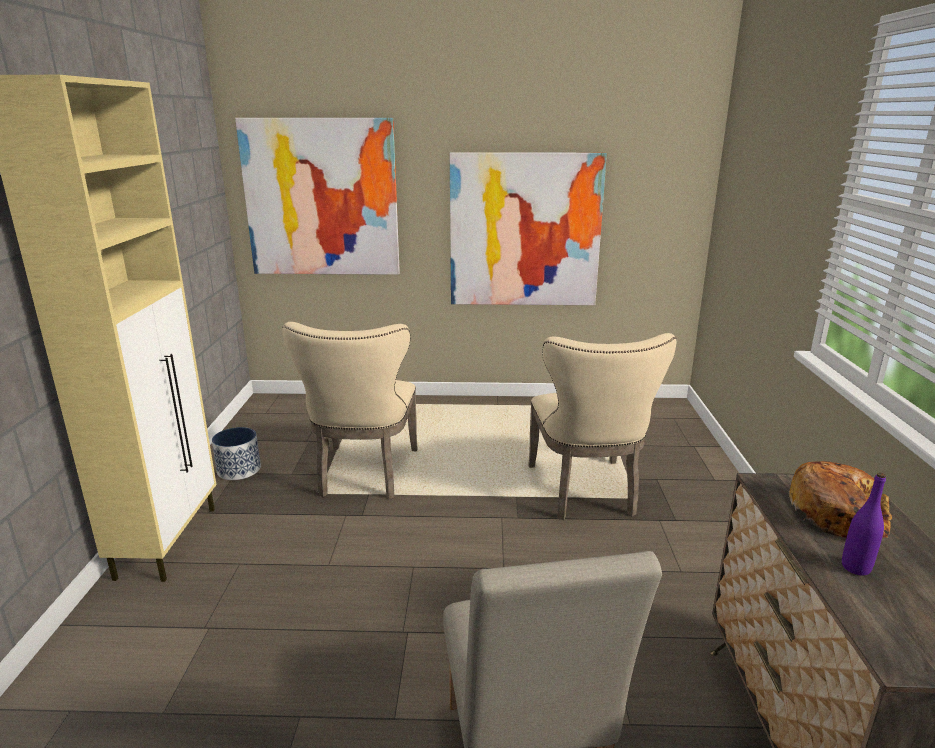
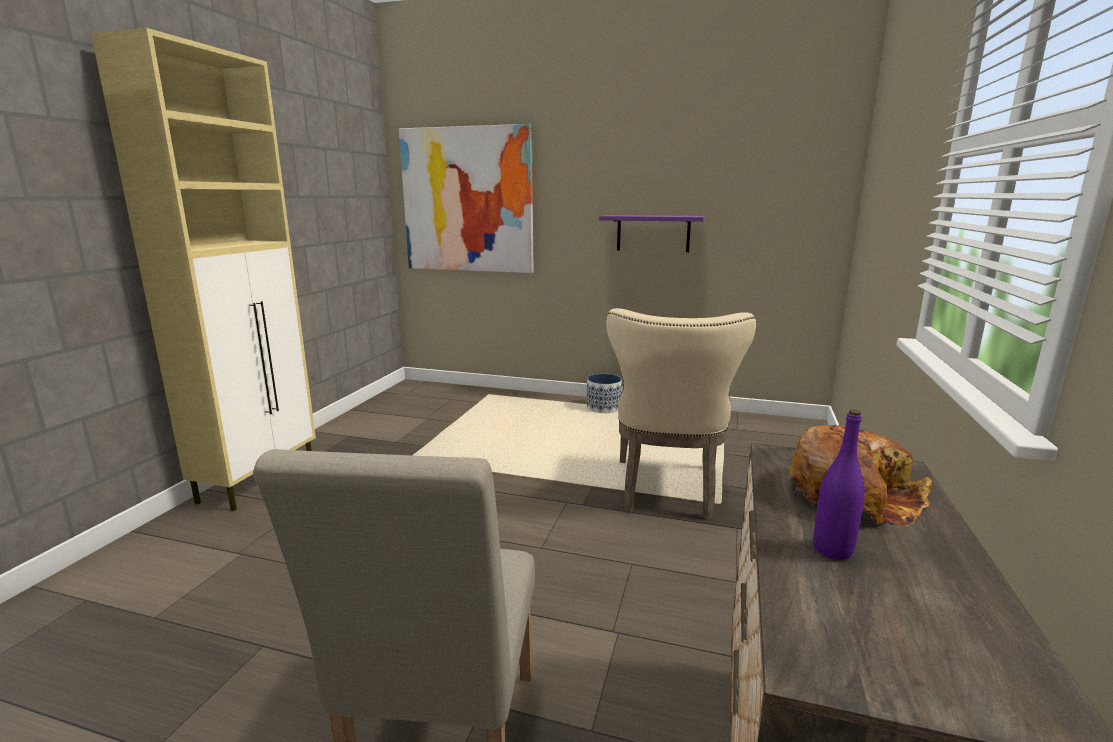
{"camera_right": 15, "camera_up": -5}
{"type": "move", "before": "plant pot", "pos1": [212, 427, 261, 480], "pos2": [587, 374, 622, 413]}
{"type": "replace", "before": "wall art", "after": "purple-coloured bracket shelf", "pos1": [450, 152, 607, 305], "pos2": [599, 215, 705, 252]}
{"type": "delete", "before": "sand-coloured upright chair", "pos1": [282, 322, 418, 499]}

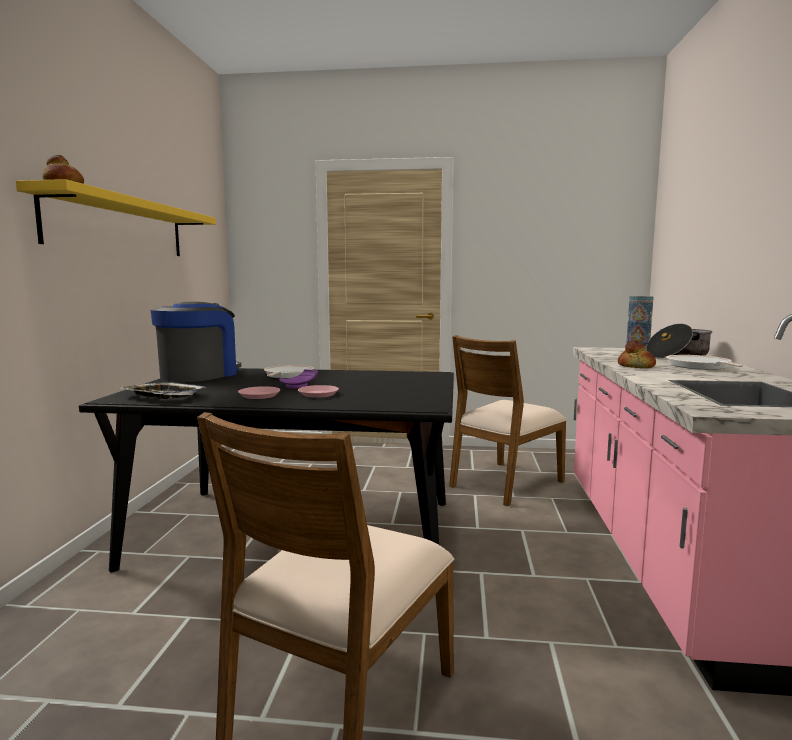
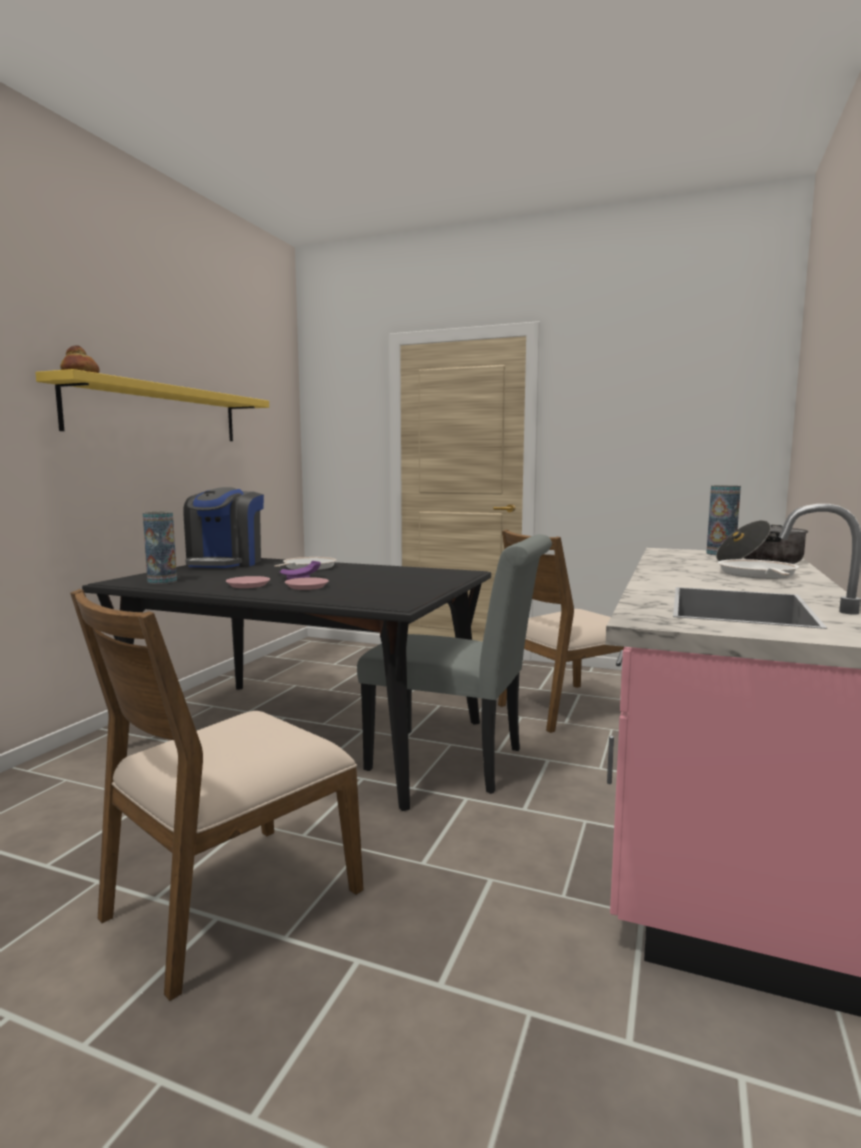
{"camera_right": 15, "camera_up": 0}
{"type": "replace", "before": "carrying tray", "after": "flower vase", "pos1": [121, 382, 206, 399], "pos2": [143, 511, 177, 584]}
{"type": "rotate", "before": "coffee maker", "pos1": [151, 302, 241, 382], "pos2": [183, 487, 264, 568], "turn": 150}
{"type": "insert", "after": "gray upright chair", "pos2": [357, 534, 552, 794]}
{"type": "delete", "before": "bakery bread", "pos1": [618, 340, 656, 368]}

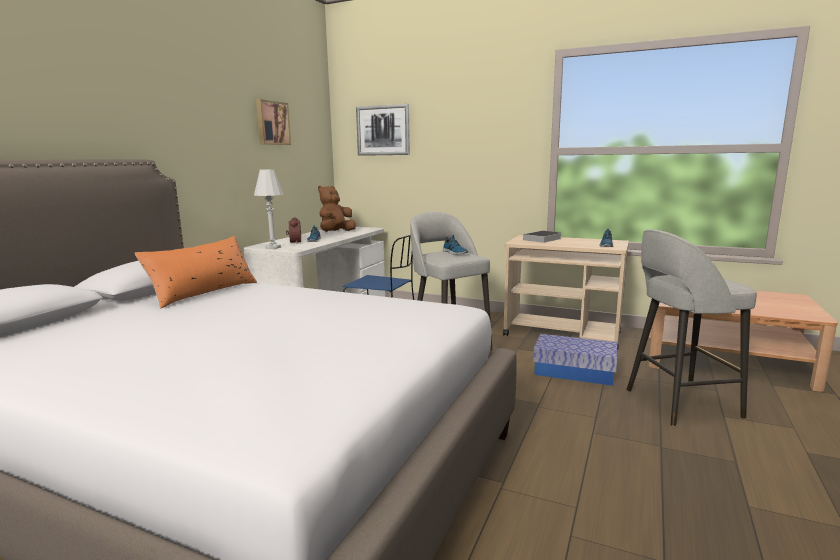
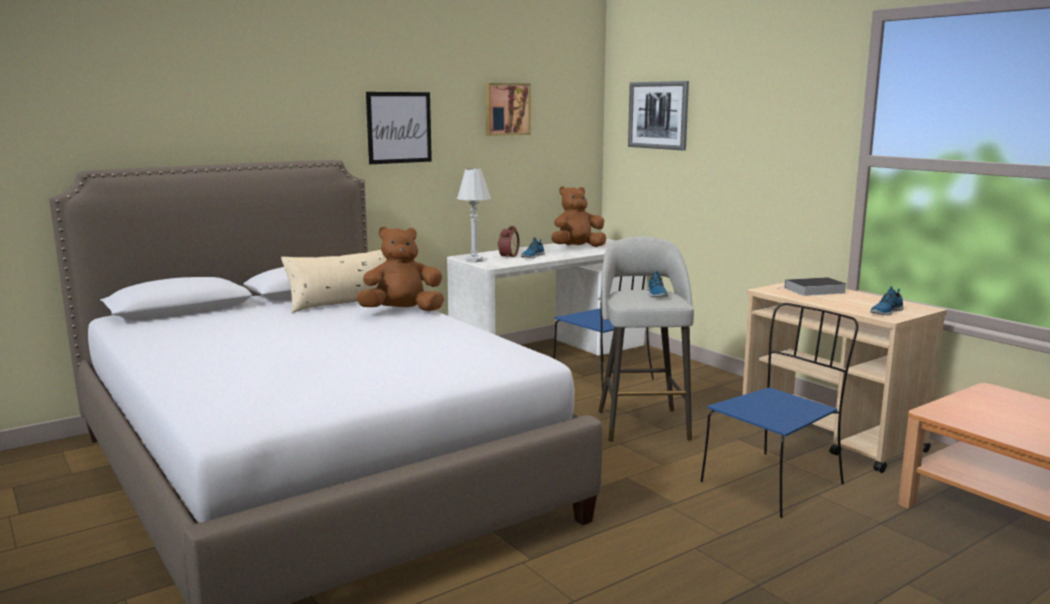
{"camera_right": 30, "camera_up": 0}
{"type": "recolor", "before": "orange-coloured pillow", "after": "sand-coloured pillow", "pos1": [135, 236, 257, 309], "pos2": [281, 250, 387, 313]}
{"type": "insert", "after": "brown-coloured soft toy", "pos2": [356, 226, 444, 311]}
{"type": "insert", "after": "wall art", "pos2": [366, 92, 432, 164]}
{"type": "replace", "before": "storage container", "after": "bluish upright chair", "pos1": [533, 334, 618, 386], "pos2": [700, 303, 858, 518]}
{"type": "delete", "before": "gray stool seat", "pos1": [626, 229, 757, 426]}

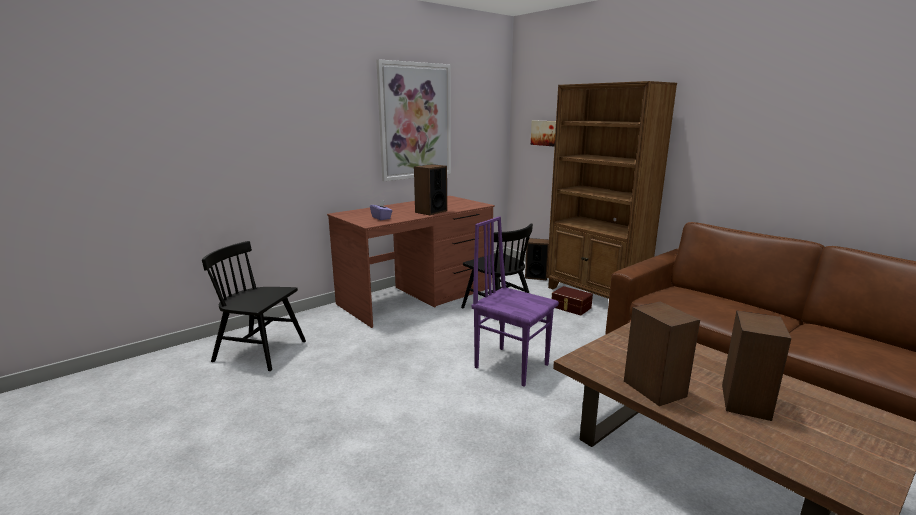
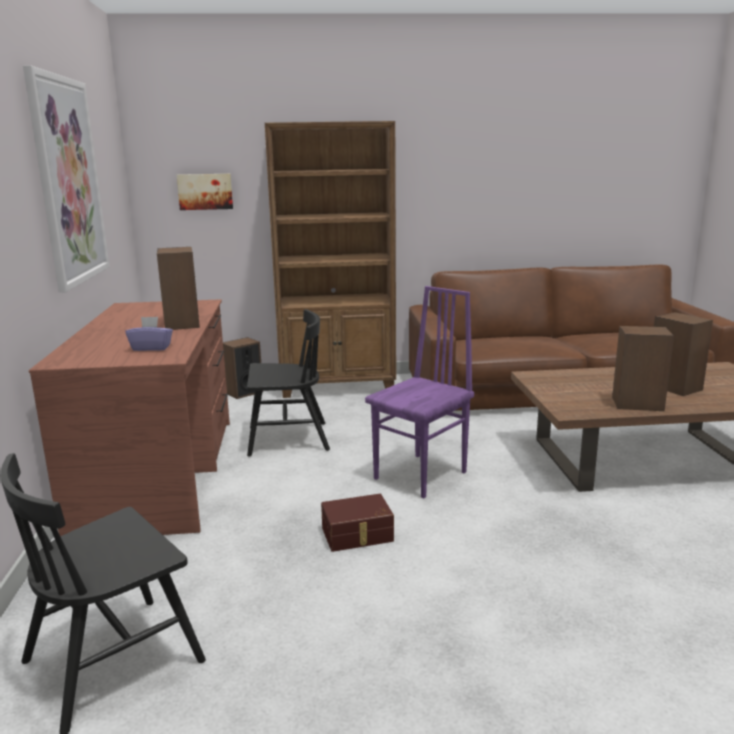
{"camera_right": -55, "camera_up": 0}
{"type": "move", "before": "brown-coloured storage container", "pos1": [552, 286, 593, 316], "pos2": [321, 494, 394, 552]}
{"type": "rotate", "before": "purple-coloured upright chair", "pos1": [472, 216, 559, 386], "pos2": [365, 286, 474, 499], "turn": 150}

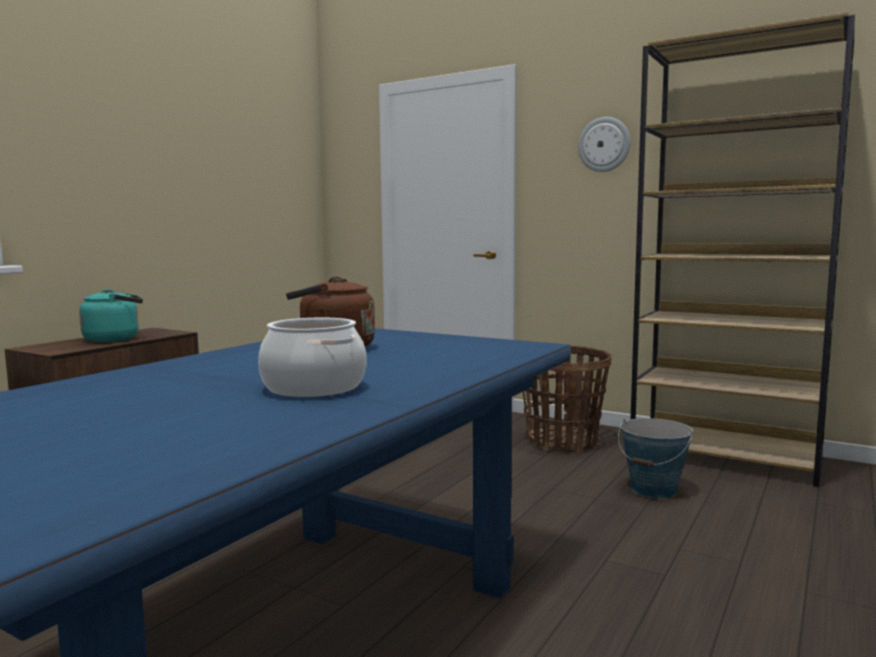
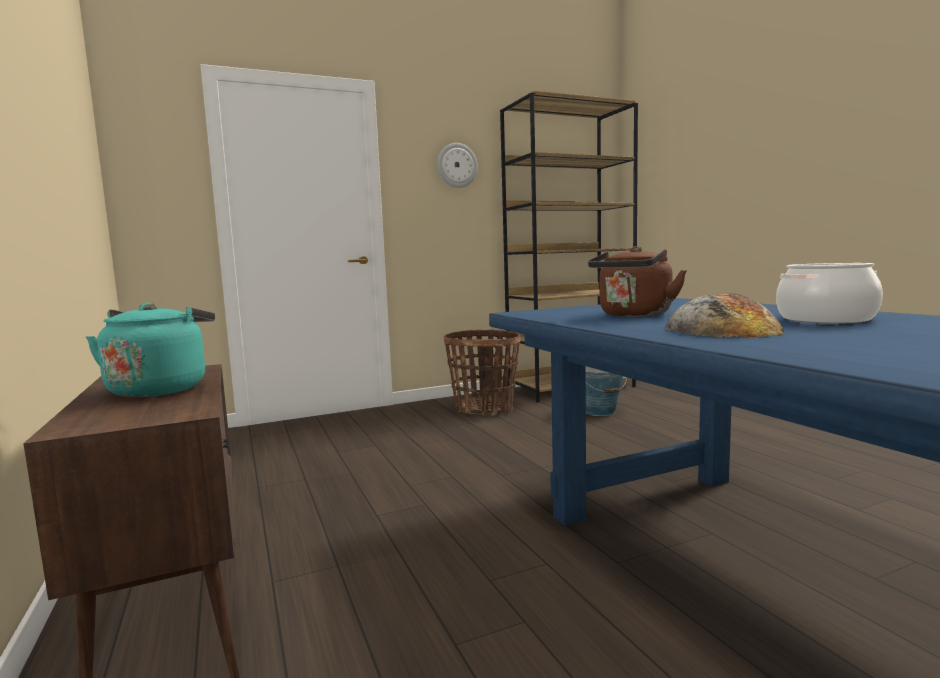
{"camera_right": -55, "camera_up": 0}
{"type": "insert", "after": "bakery bread", "pos2": [665, 293, 784, 338]}

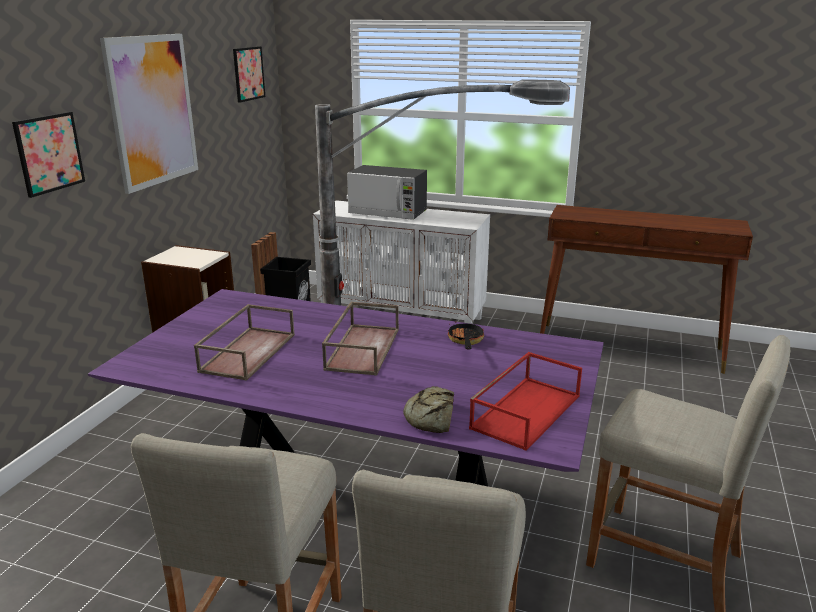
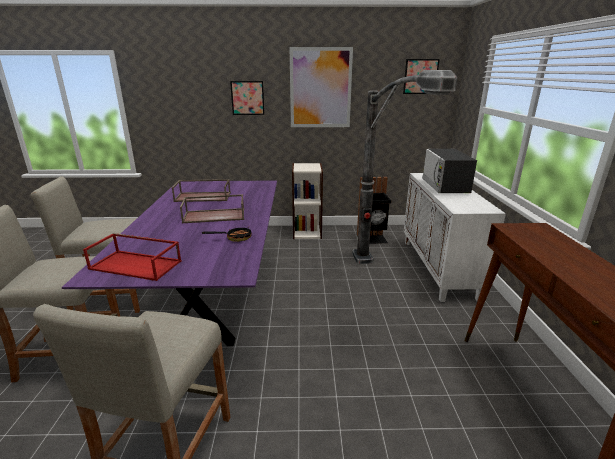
{"camera_right": 70, "camera_up": 0}
{"type": "delete", "before": "bakery bread", "pos1": [403, 386, 454, 433]}

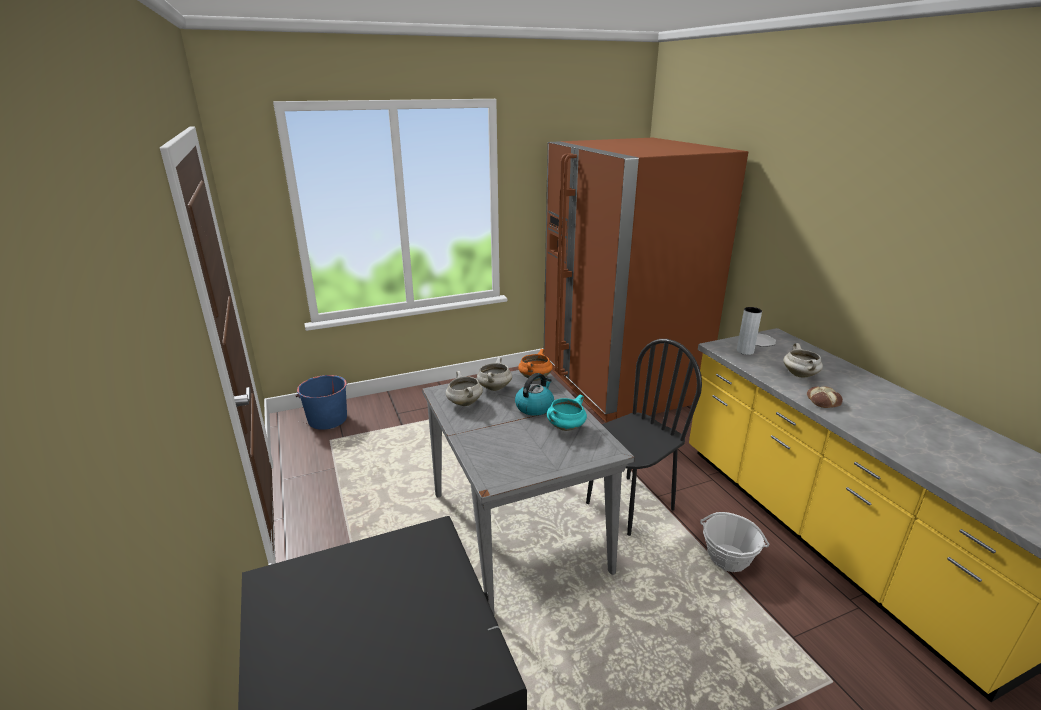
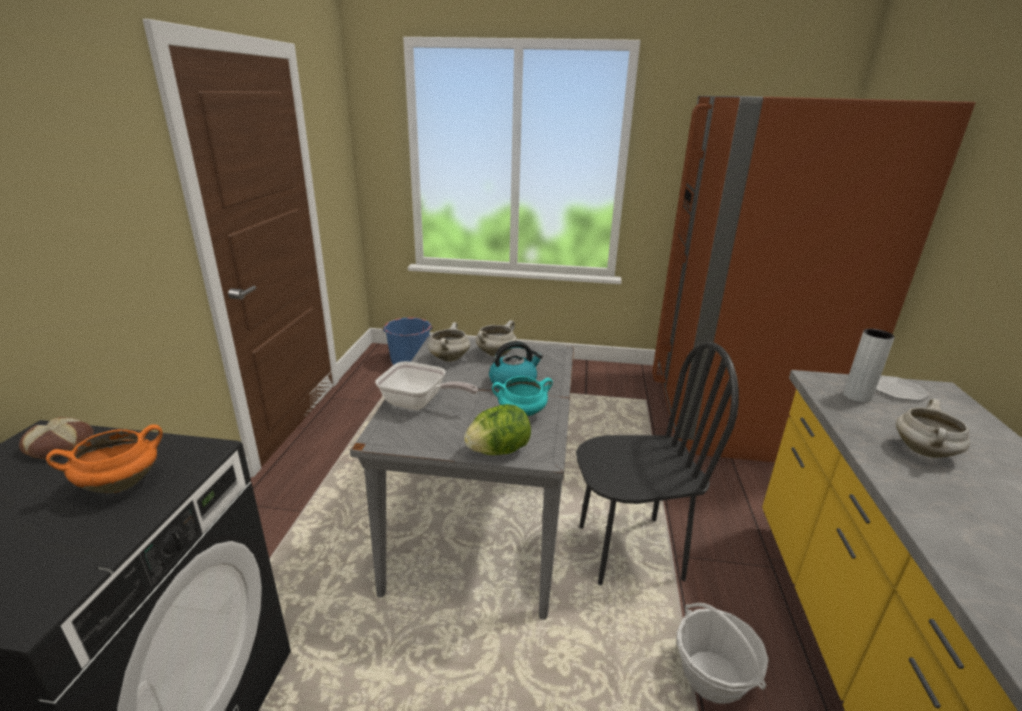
{"camera_right": 30, "camera_up": 0}
{"type": "move", "before": "bakery bread", "pos1": [807, 386, 843, 408], "pos2": [19, 417, 94, 459]}
{"type": "move", "before": "orange-coloured saucepot", "pos1": [518, 349, 553, 381], "pos2": [46, 424, 163, 493]}
{"type": "insert", "after": "frying pan", "pos2": [375, 361, 478, 410]}
{"type": "insert", "after": "lettuce head", "pos2": [464, 404, 531, 455]}

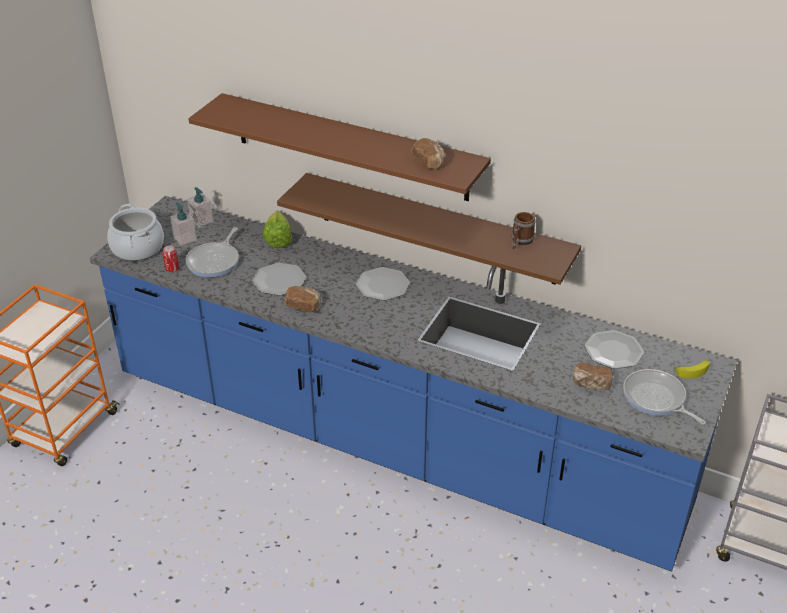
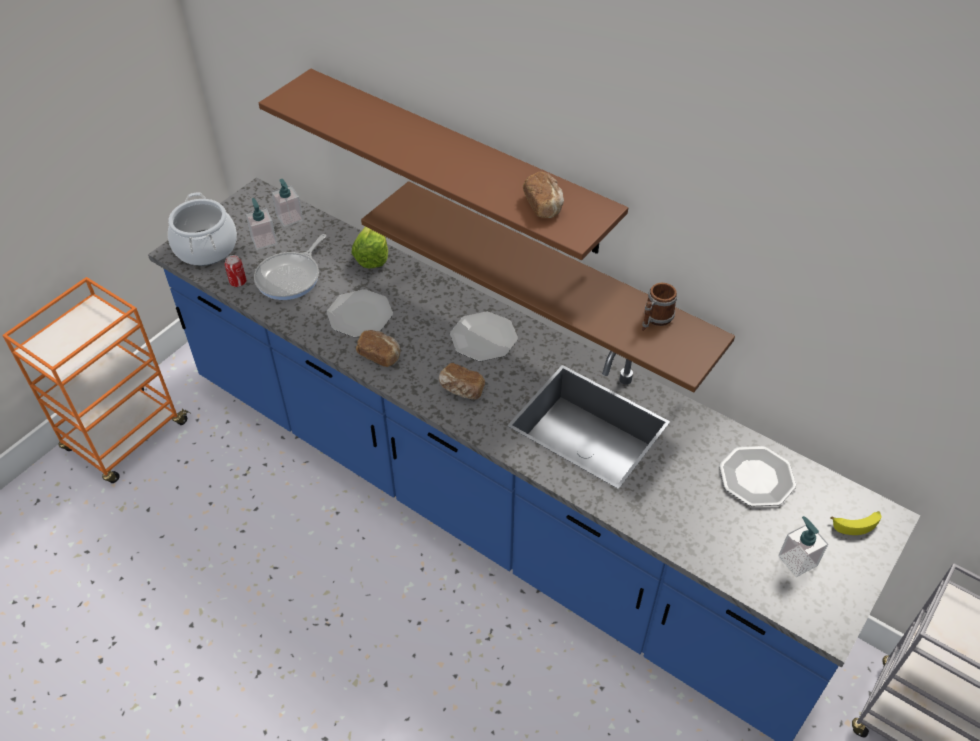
{"camera_right": 10, "camera_up": 10}
{"type": "move", "before": "bakery bread", "pos1": [573, 362, 612, 390], "pos2": [439, 363, 485, 399]}
{"type": "replace", "before": "frying pan", "after": "liquid soap bottle", "pos1": [623, 369, 706, 425], "pos2": [778, 516, 828, 577]}

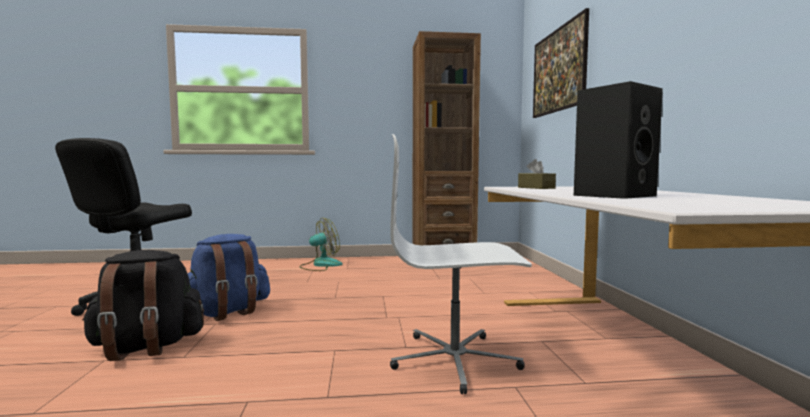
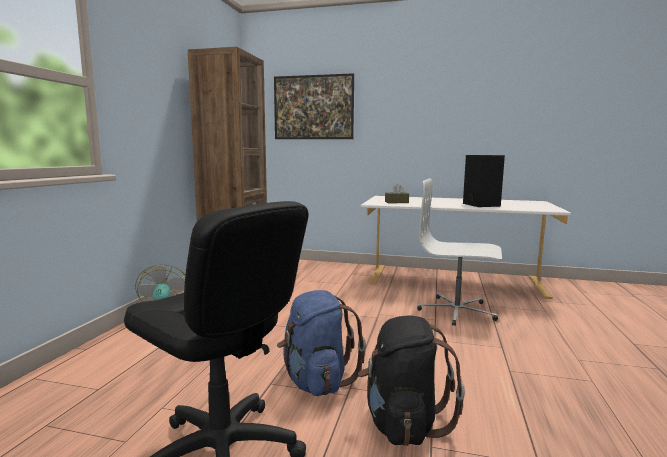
{"camera_right": -70, "camera_up": 5}
{"type": "rotate", "before": "white office chair", "pos1": [390, 134, 532, 394], "pos2": [417, 178, 502, 326], "turn": 90}

